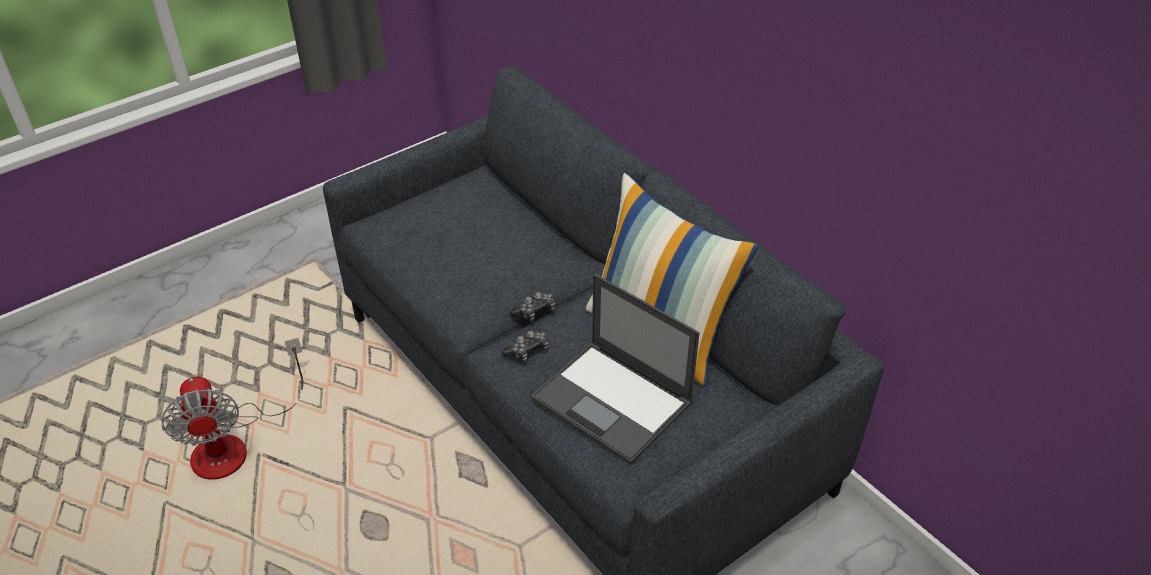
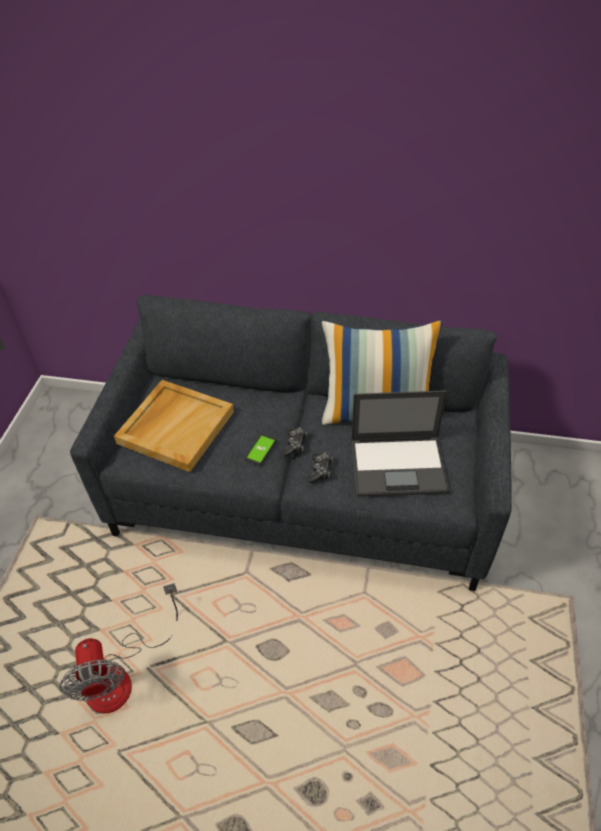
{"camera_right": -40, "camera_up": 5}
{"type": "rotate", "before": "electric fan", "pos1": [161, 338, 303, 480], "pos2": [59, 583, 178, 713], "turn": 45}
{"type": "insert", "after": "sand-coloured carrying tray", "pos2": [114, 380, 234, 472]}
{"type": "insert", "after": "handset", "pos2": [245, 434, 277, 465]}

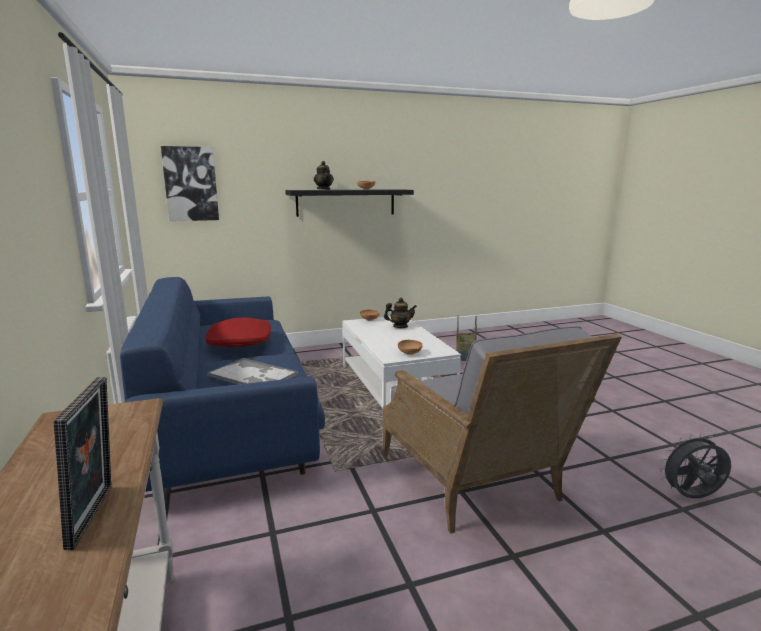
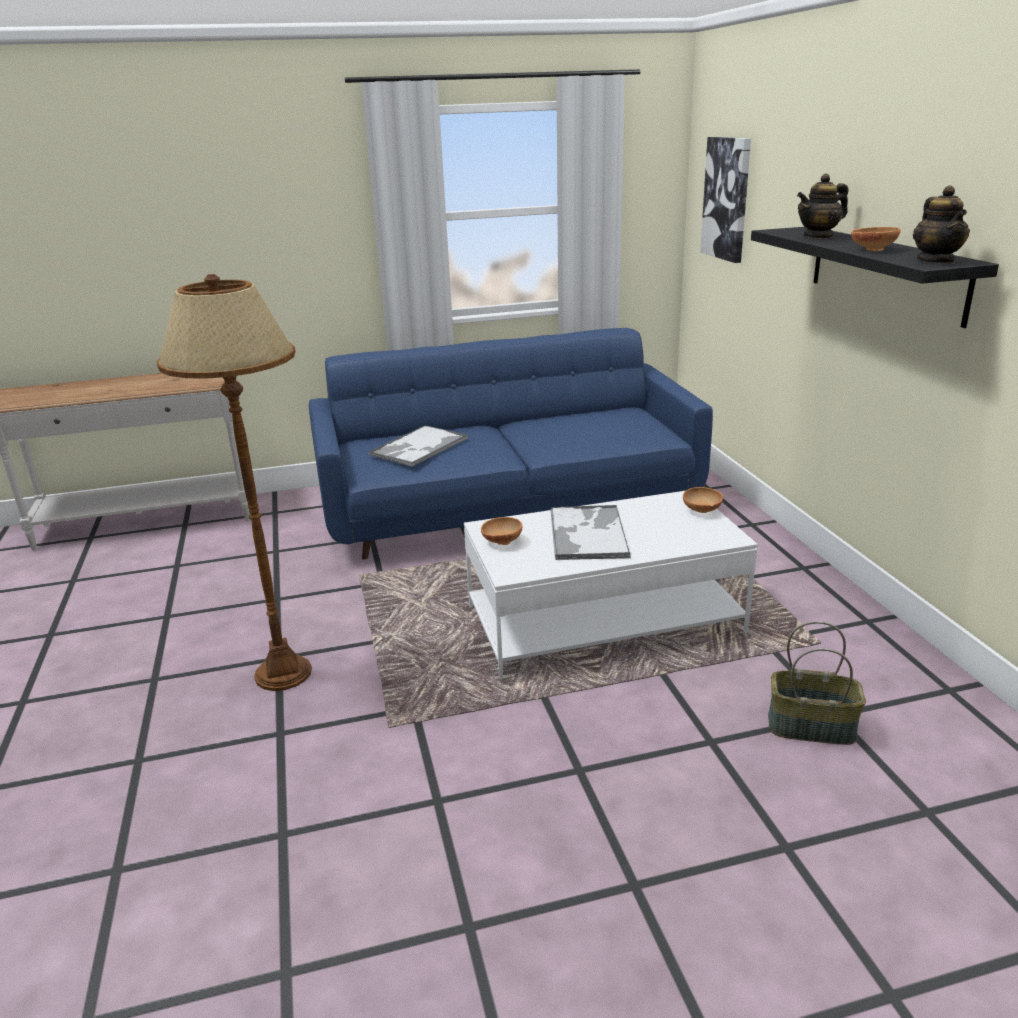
{"camera_right": 95, "camera_up": 10}
{"type": "replace", "before": "gray lounge chair", "after": "brown-coloured standing lamp", "pos1": [383, 326, 622, 534], "pos2": [156, 274, 312, 691]}
{"type": "insert", "after": "carrying tray", "pos2": [550, 505, 631, 561]}
{"type": "move", "before": "pot for tea", "pos1": [384, 298, 417, 328], "pos2": [913, 185, 970, 264]}
{"type": "delete", "before": "photo frame", "pos1": [54, 377, 111, 550]}
{"type": "delete", "before": "reddish pillow", "pos1": [205, 318, 271, 347]}
{"type": "delete", "before": "gray electric fan", "pos1": [659, 433, 731, 498]}

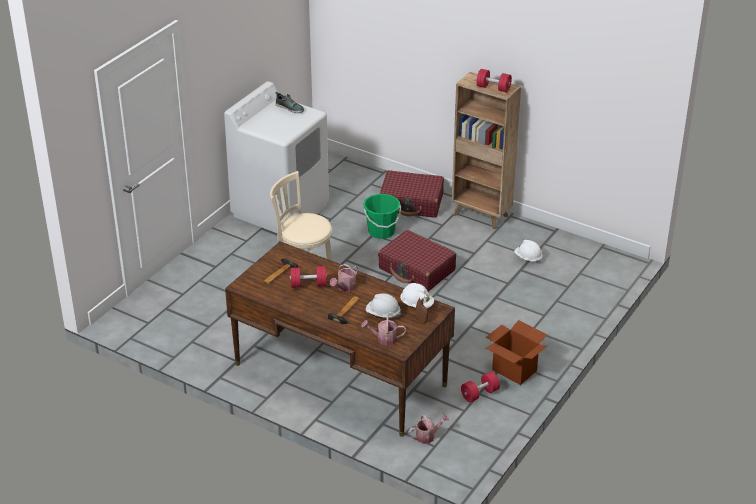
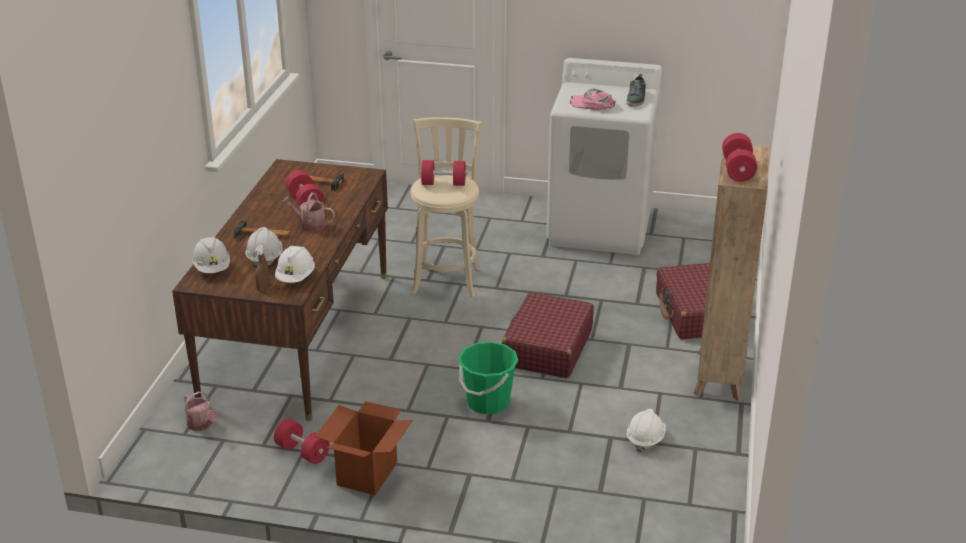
{"camera_right": 70, "camera_up": -5}
{"type": "replace", "before": "watering can", "after": "white safety helmet", "pos1": [361, 316, 406, 346], "pos2": [192, 237, 230, 273]}
{"type": "insert", "after": "reddish free weight", "pos2": [420, 160, 467, 186]}
{"type": "move", "before": "green-coloured bucket", "pos1": [363, 194, 401, 239], "pos2": [458, 342, 518, 414]}
{"type": "insert", "after": "pink cap", "pos2": [570, 89, 616, 110]}

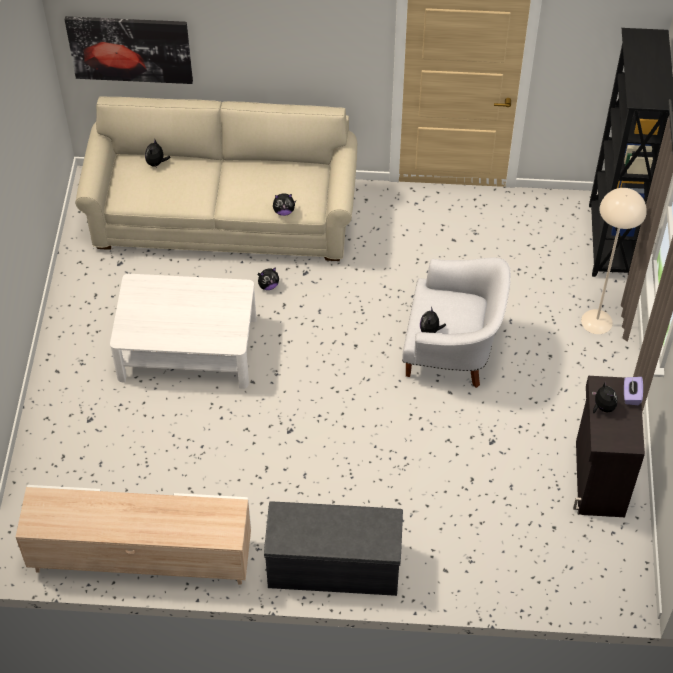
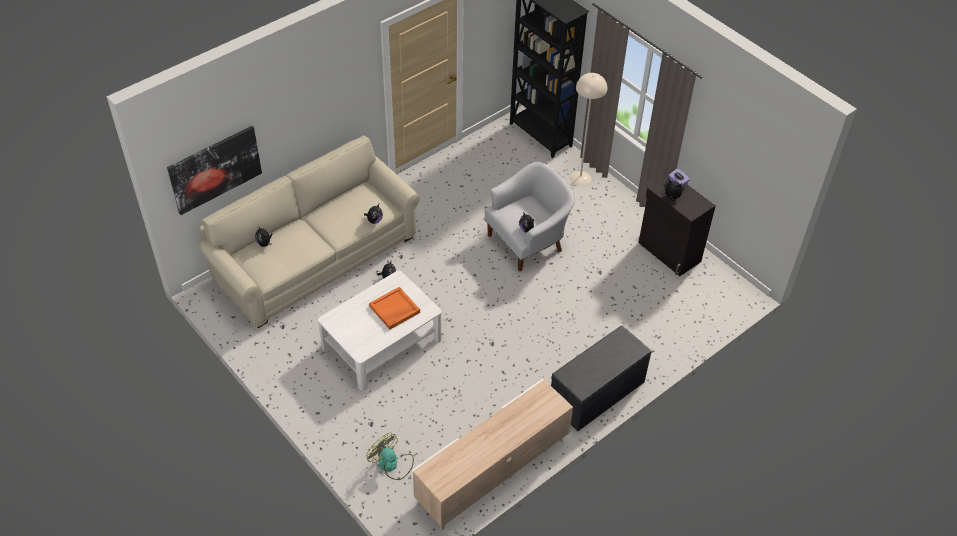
{"camera_right": -45, "camera_up": -5}
{"type": "insert", "after": "electric fan", "pos2": [366, 433, 414, 480]}
{"type": "insert", "after": "orange-coloured carrying tray", "pos2": [369, 287, 420, 329]}

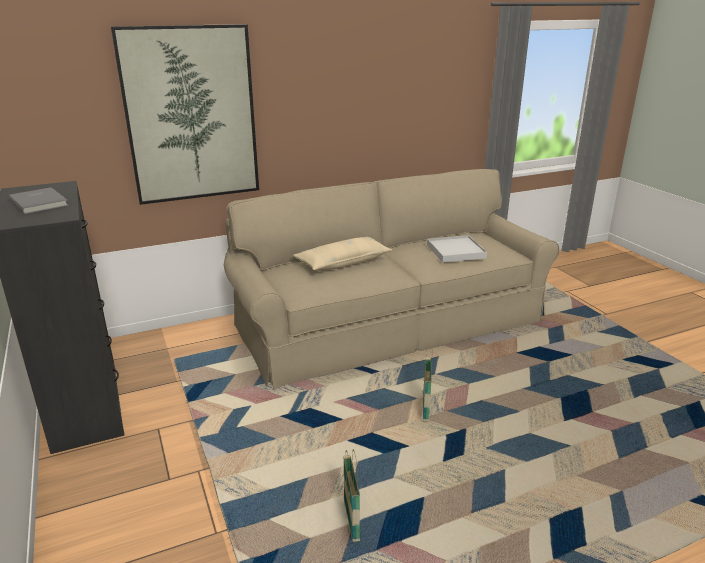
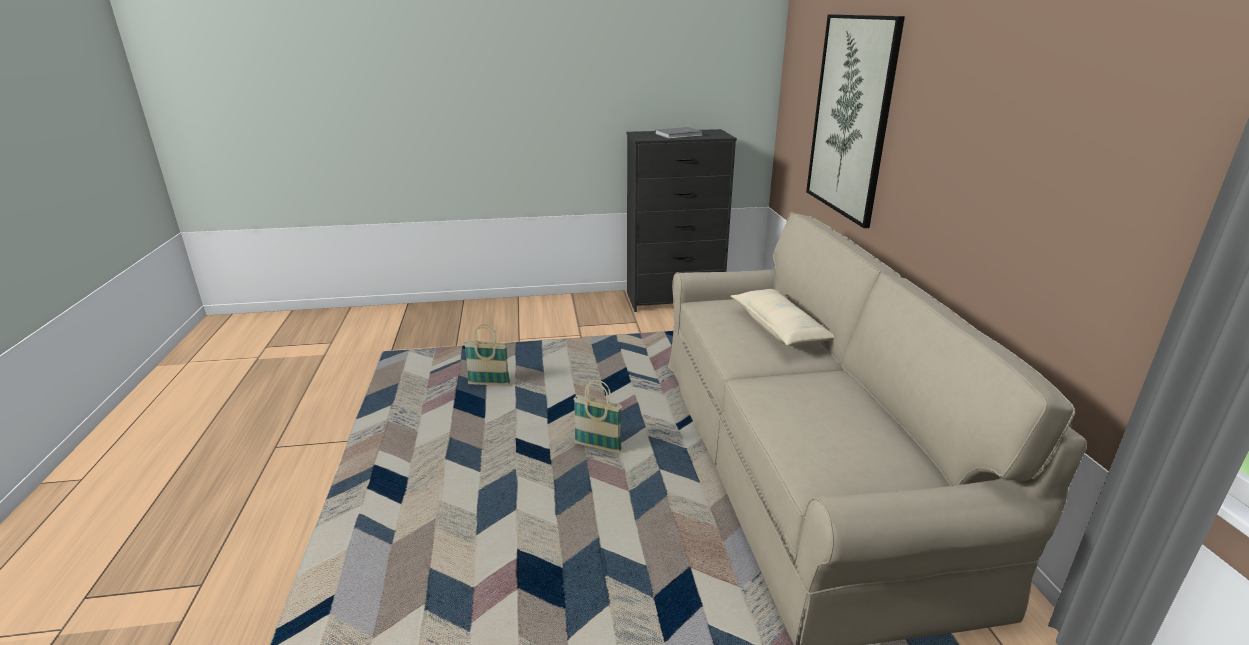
{"camera_right": 105, "camera_up": 0}
{"type": "delete", "before": "white carrying tray", "pos1": [427, 235, 487, 263]}

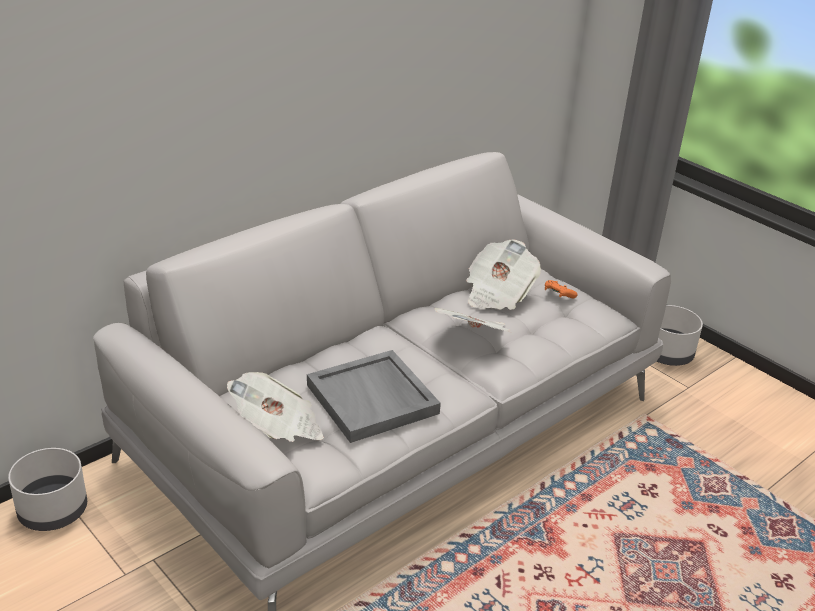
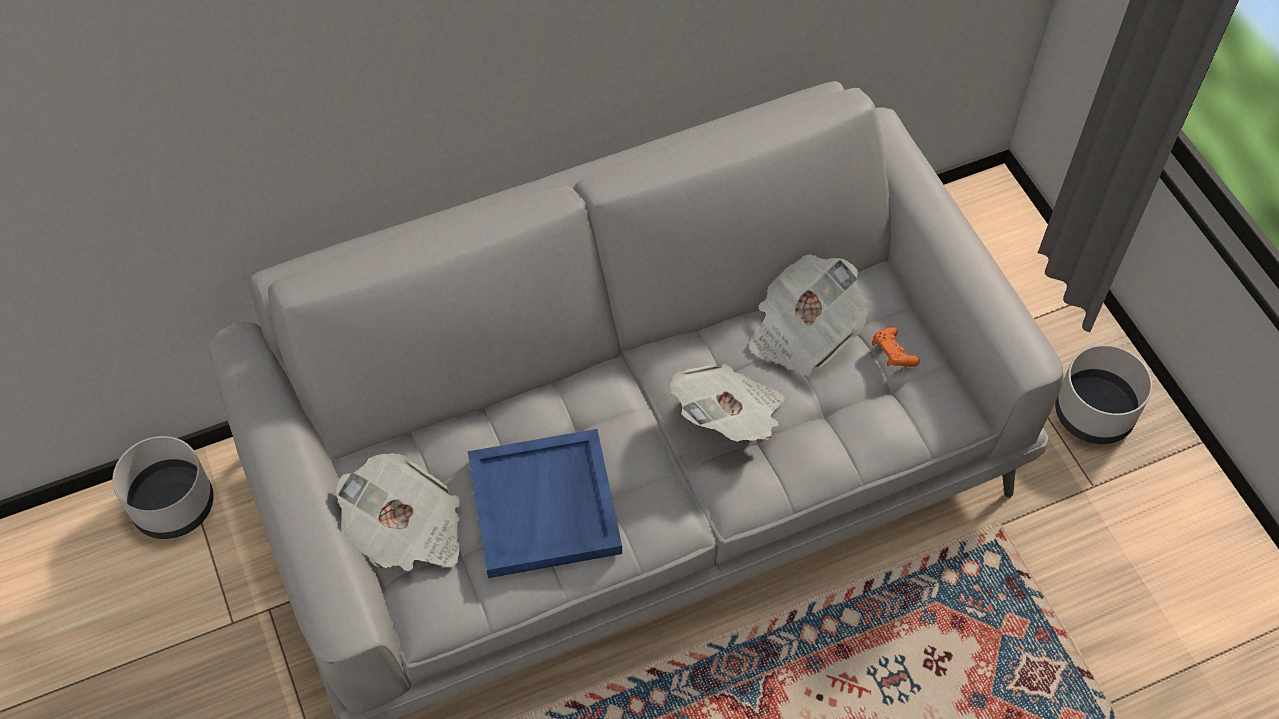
{"camera_right": 20, "camera_up": 25}
{"type": "recolor", "before": "gray carrying tray", "after": "bluish carrying tray", "pos1": [307, 350, 441, 443], "pos2": [468, 429, 622, 578]}

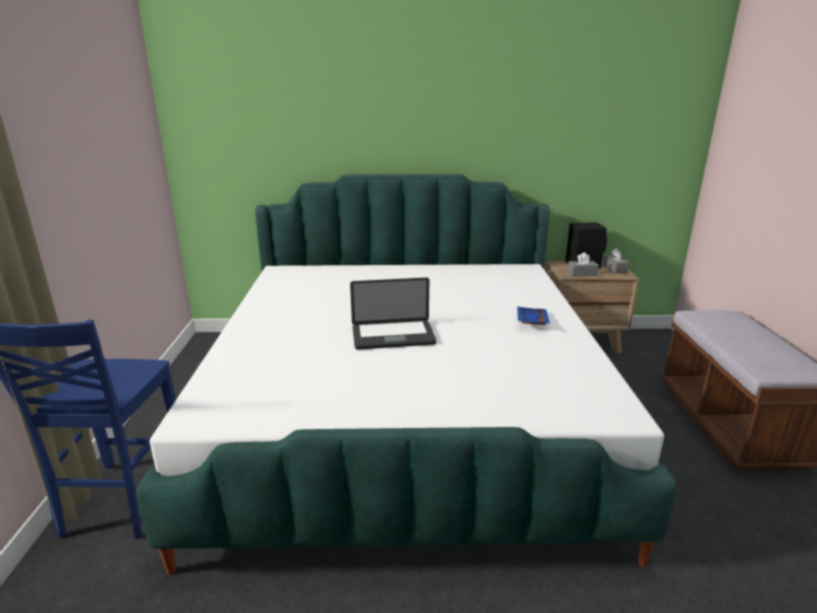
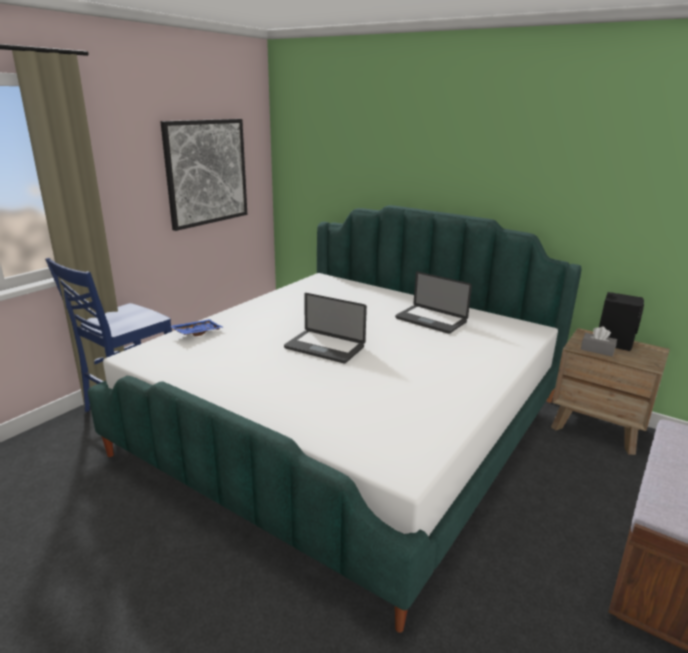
{"camera_right": 35, "camera_up": 0}
{"type": "insert", "after": "wall art", "pos2": [160, 119, 247, 231]}
{"type": "move", "before": "bluish carrying tray", "pos1": [517, 306, 550, 325], "pos2": [171, 319, 224, 336]}
{"type": "insert", "after": "portable computer", "pos2": [395, 272, 472, 334]}
{"type": "delete", "before": "gray tissue holder", "pos1": [603, 248, 629, 274]}

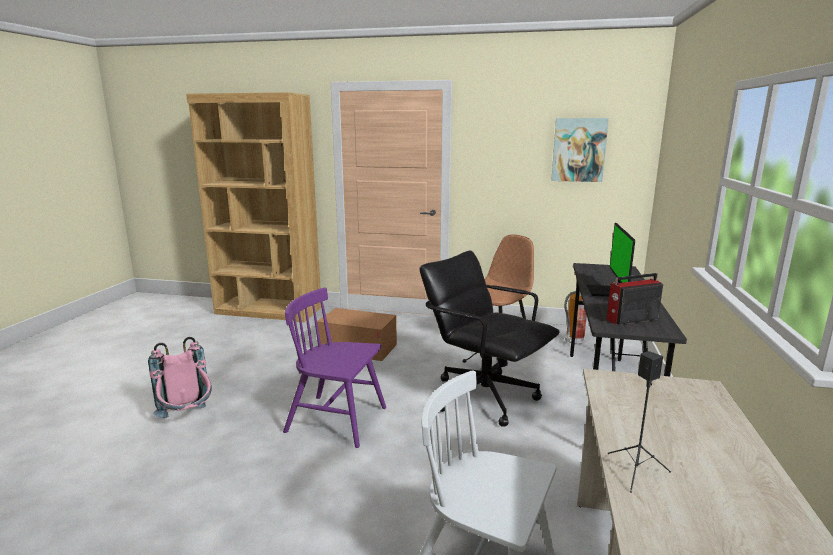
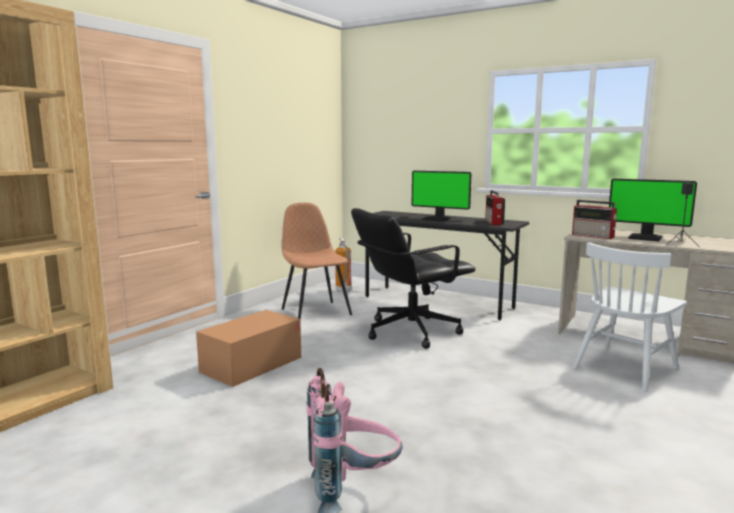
{"camera_right": -70, "camera_up": -5}
{"type": "insert", "after": "radio", "pos2": [572, 200, 618, 239]}
{"type": "insert", "after": "computer screen", "pos2": [609, 179, 697, 241]}
{"type": "delete", "before": "purple-coloured upright chair", "pos1": [283, 287, 386, 448]}
{"type": "delete", "before": "wall art", "pos1": [551, 118, 609, 182]}

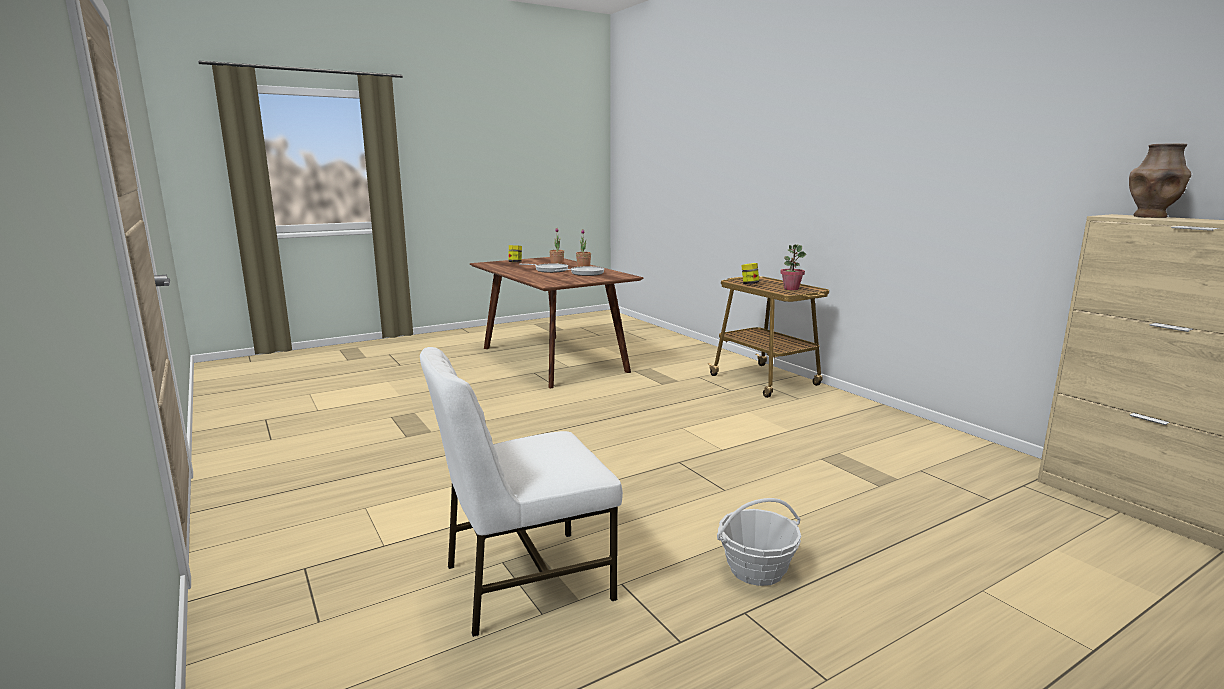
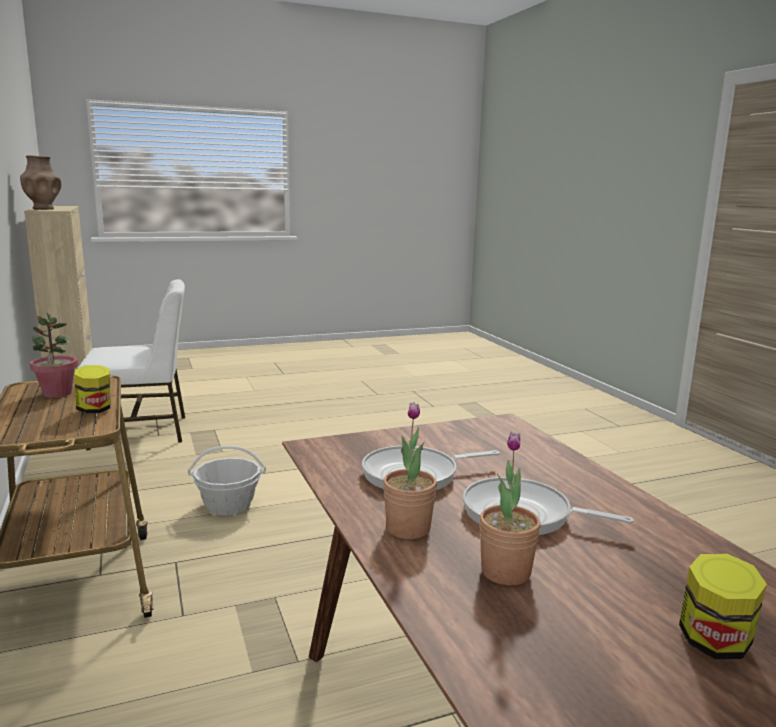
{"camera_right": -170, "camera_up": 0}
{"type": "move", "before": "white upright chair", "pos1": [420, 347, 623, 637], "pos2": [78, 279, 185, 450]}
{"type": "move", "before": "household basket", "pos1": [717, 498, 801, 586], "pos2": [188, 446, 266, 515]}

